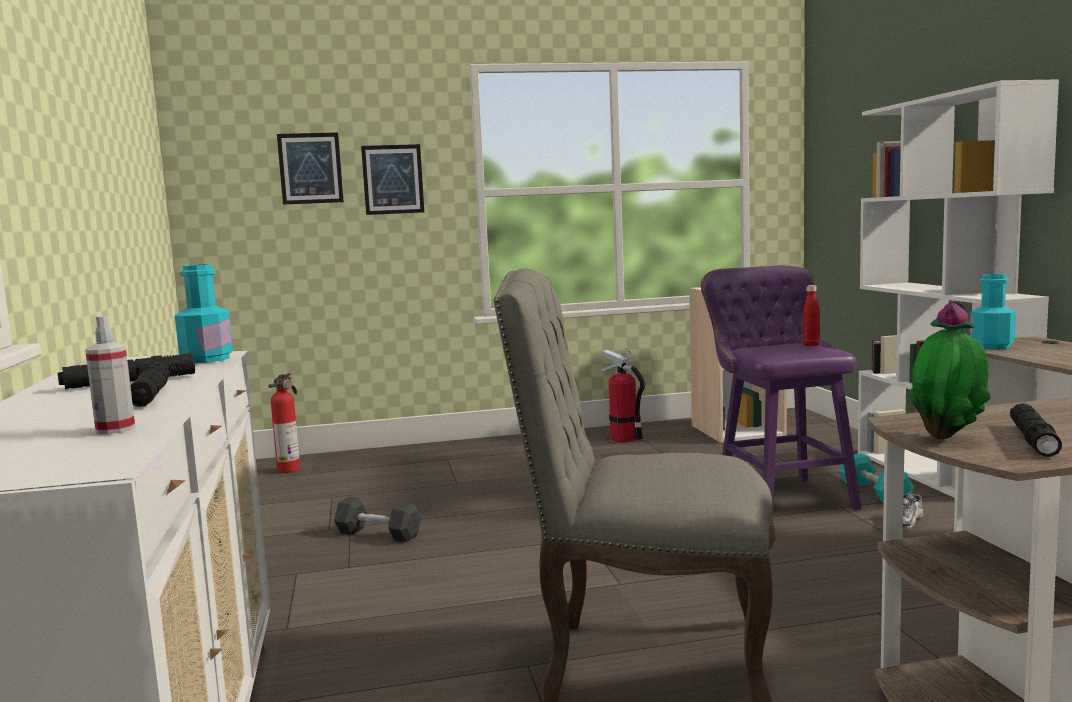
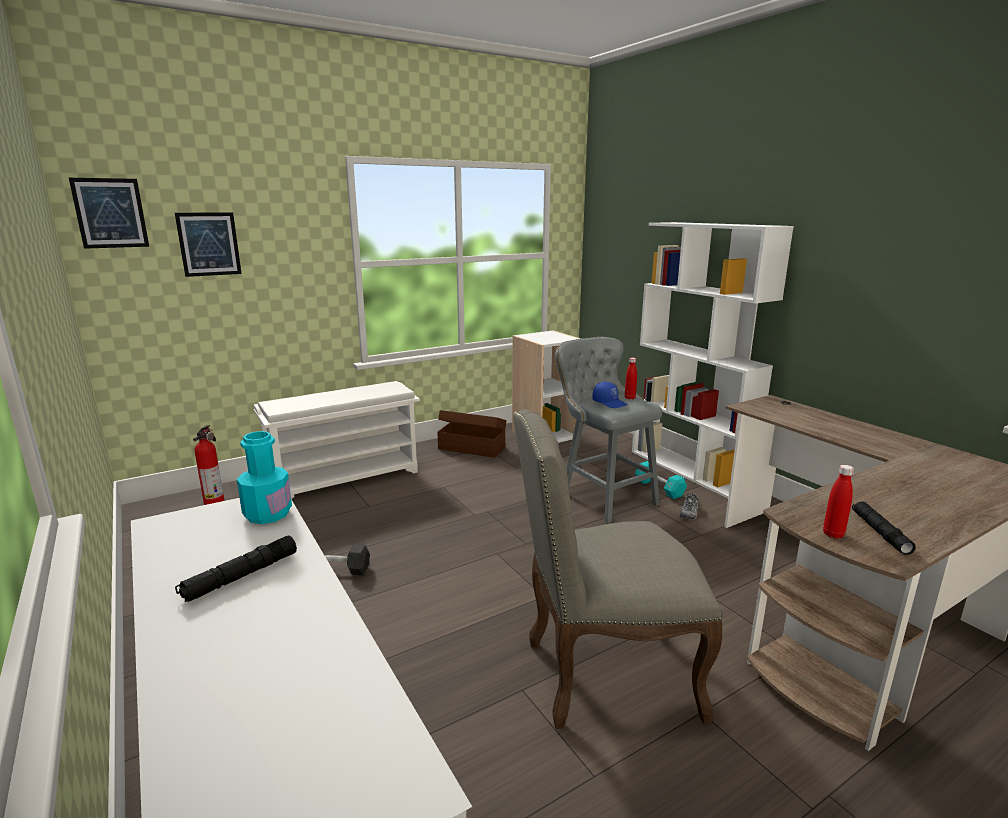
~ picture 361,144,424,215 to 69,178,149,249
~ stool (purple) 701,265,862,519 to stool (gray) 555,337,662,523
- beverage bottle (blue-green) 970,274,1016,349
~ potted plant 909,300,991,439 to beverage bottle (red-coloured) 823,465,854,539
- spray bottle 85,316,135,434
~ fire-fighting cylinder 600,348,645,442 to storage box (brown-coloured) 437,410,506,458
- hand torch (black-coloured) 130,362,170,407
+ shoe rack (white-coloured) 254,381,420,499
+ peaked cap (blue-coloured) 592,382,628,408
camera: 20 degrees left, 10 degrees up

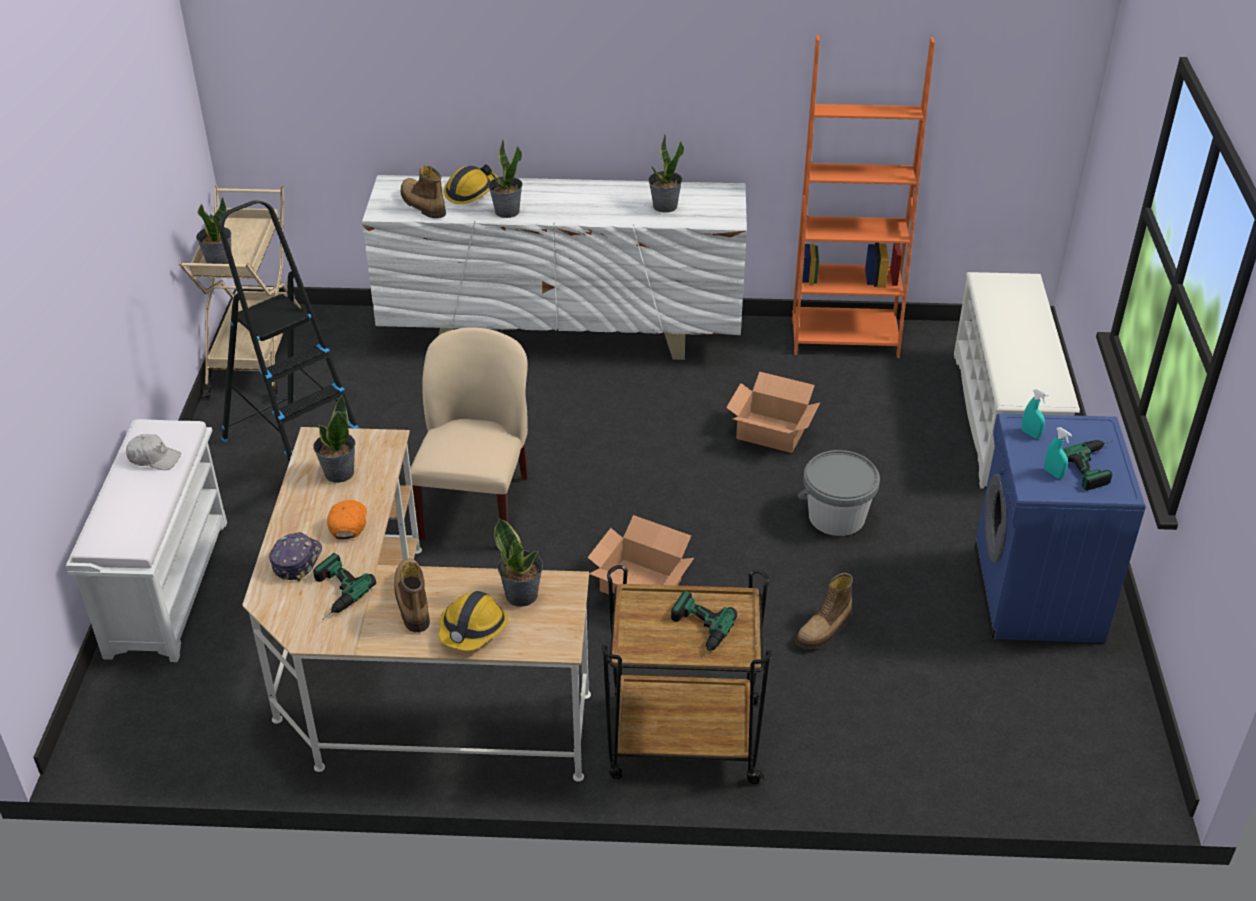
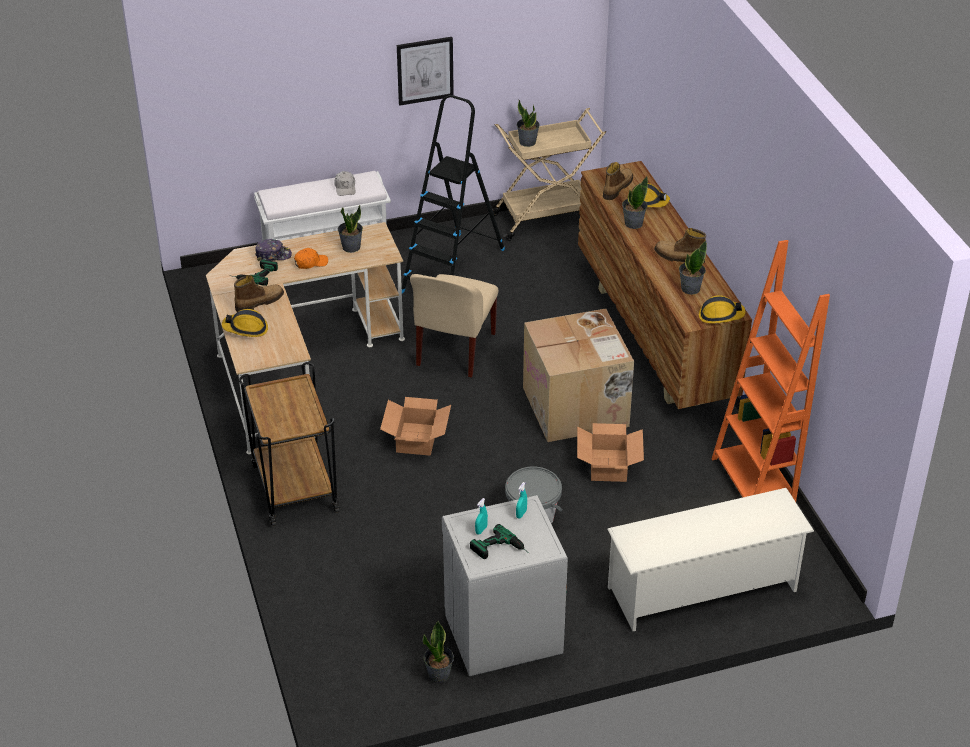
~ storage cabinet (white-coloured) 362,175,747,360 to storage cabinet (brown-coloured) 578,161,752,409
~ plain chair (beige) 410,327,528,540 = 410,274,498,378 120 degrees clockwise
~ laundry appliance (blue-coloured) 974,413,1146,643 to laundry appliance (white-coloured) 442,495,568,676
~ potted plant 494,518,543,607 to 423,621,454,683
~ high-top boot 795,573,853,649 to 654,228,706,264
- power drill 671,591,737,658
+ picture 397,37,454,106
+ work helmet 699,295,746,323
+ cardboard box 523,309,634,442
camera: 70 degrees right, 0 degrees up

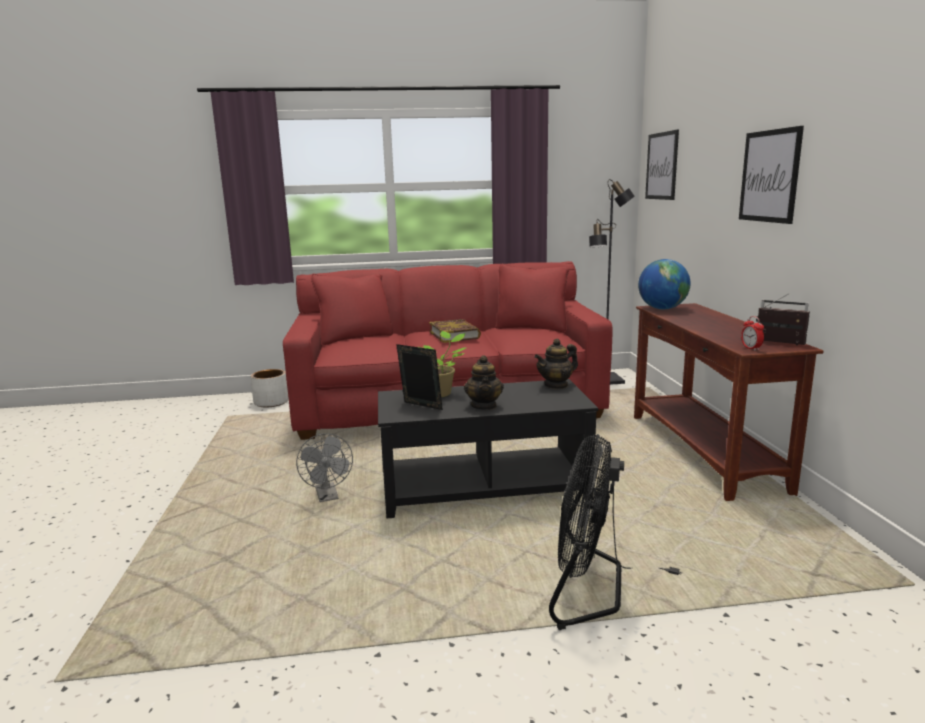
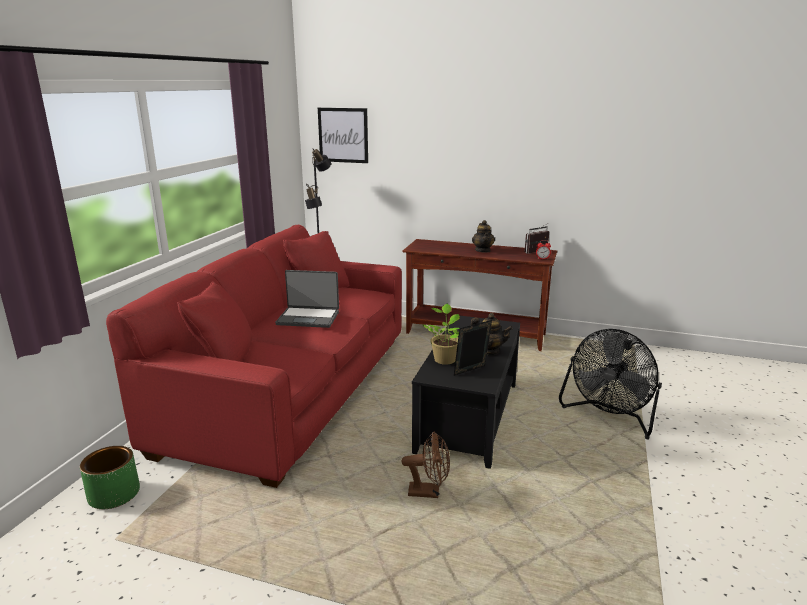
- picture 739,126,804,224
- world globe 638,259,691,309
~ volume 429,319,481,343 to notebook computer 275,270,339,328
~ pot for tea 535,339,578,389 to 472,220,495,253
~ planter (white-coloured) 250,369,289,407 to planter (green) 80,446,140,509
~ fan (gray) 296,433,353,502 to fan (brown-coloured) 402,432,450,498
camera: 65 degrees left, 5 degrees up

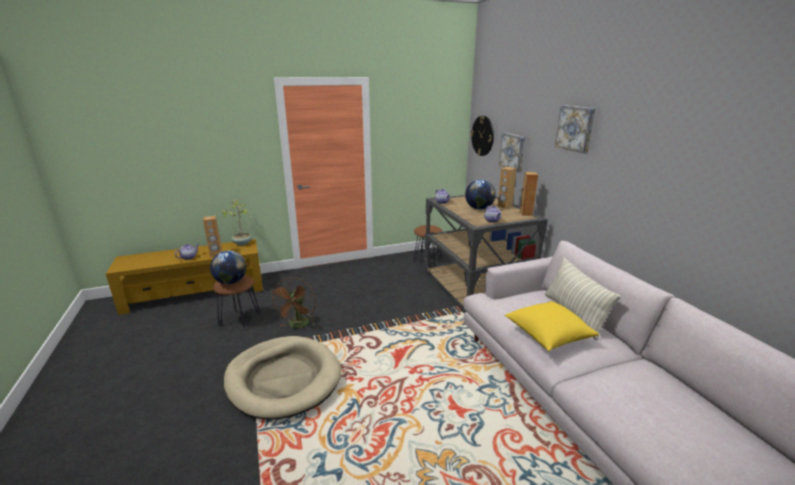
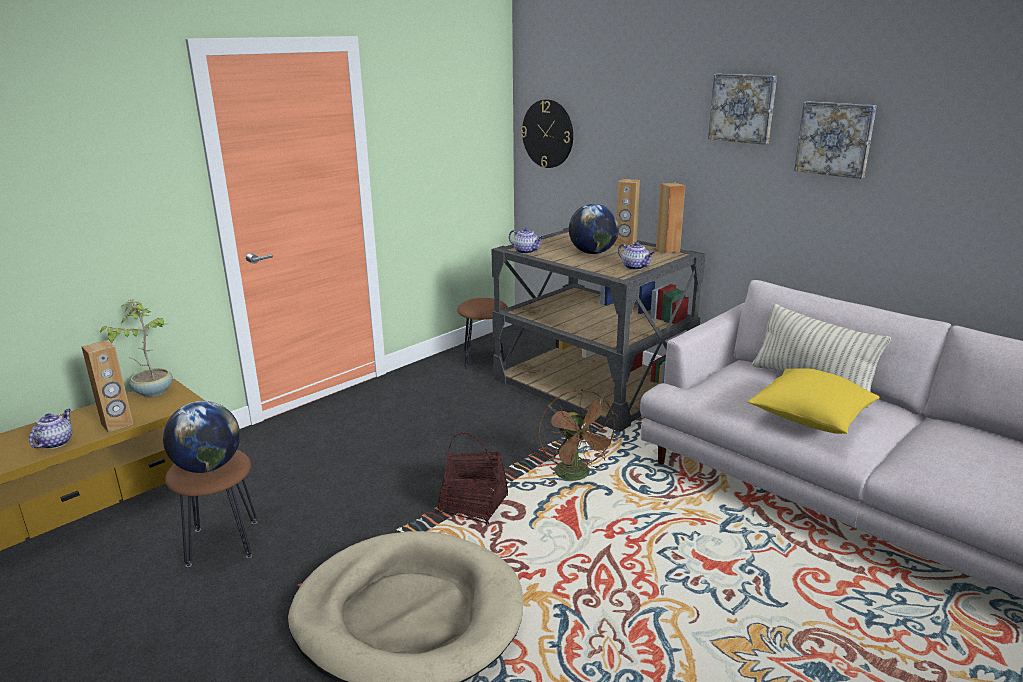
~ picture 499,133,525,172 to 794,101,877,179
~ fan (brown-coloured) 270,277,316,328 to 538,389,618,484
+ household basket 437,432,508,525
camera: 25 degrees left, 0 degrees up

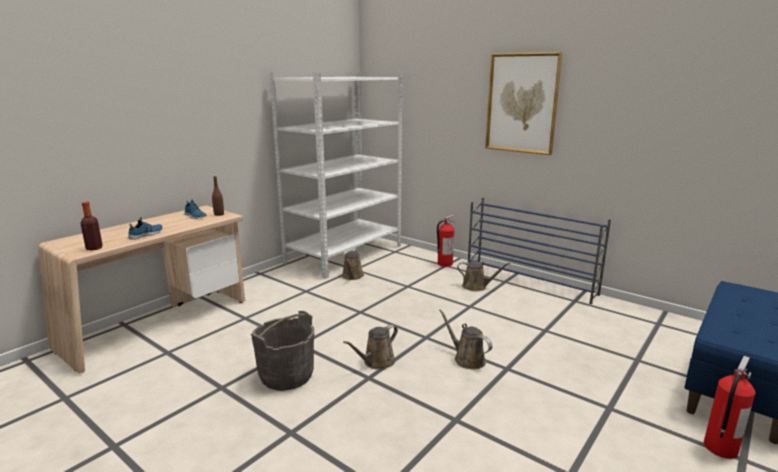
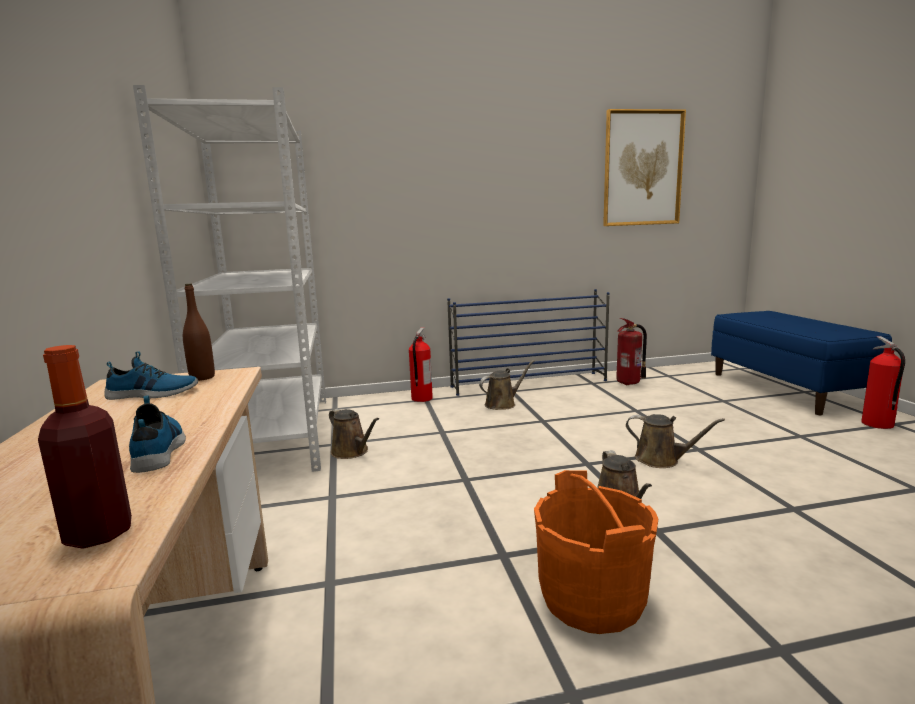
~ picture 485,52,563,155 to 603,109,686,226
~ watering can (brown-coloured) 439,309,492,369 = 626,414,725,468 150 degrees counterclockwise
~ water bucket (gray) 251,311,314,391 to water bucket (orange-coloured) 534,470,658,634
+ fire-fighting cylinder 616,318,647,385
camera: 50 degrees left, 5 degrees down

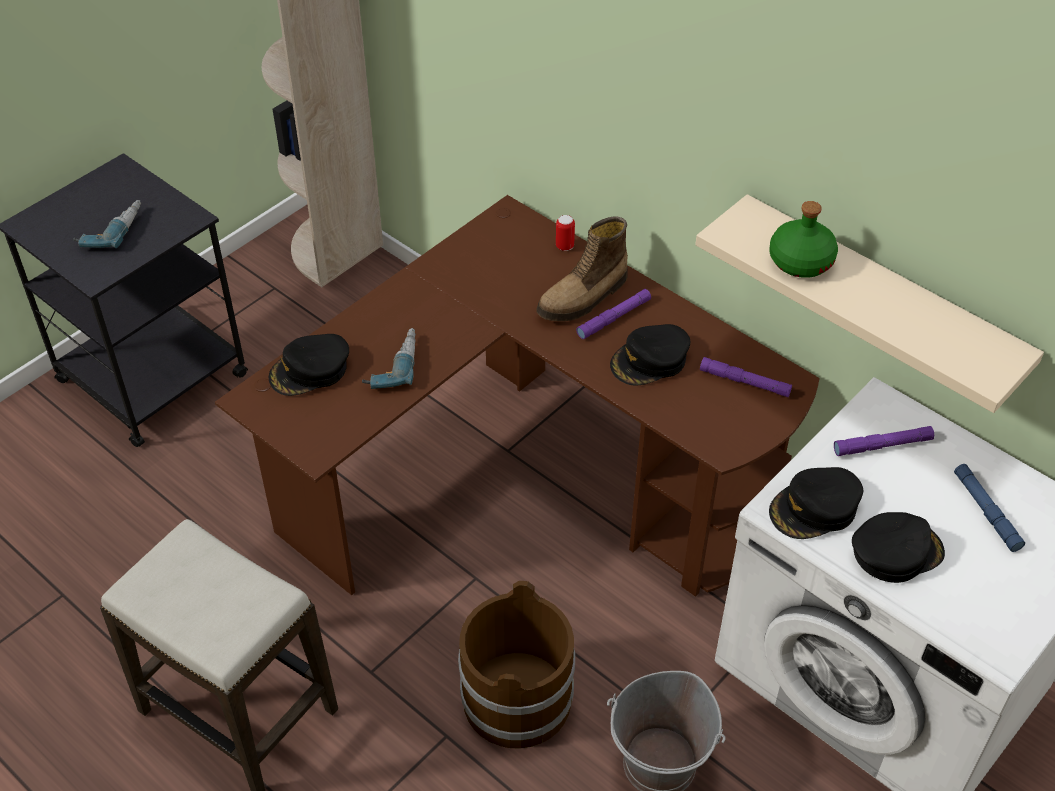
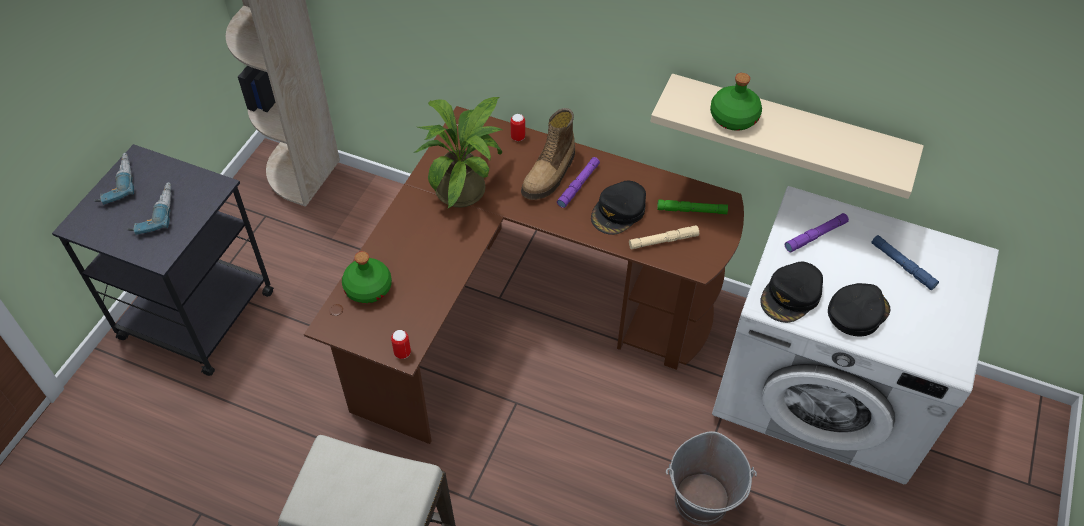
~ power drill 362,328,415,389 to 94,153,134,205
~ peaked cap (black-coloured) 269,334,349,396 to beverage bottle (green) 342,251,392,303
~ hand torch (purple) 700,357,792,397 to hand torch (green) 657,199,728,214
- water bucket (brown-coloured) 458,581,575,748
+ potted plant 414,97,502,209
+ hand torch (beige) 629,225,699,250
+ sealed can 391,330,411,359
camera: 20 degrees left, 5 degrees up

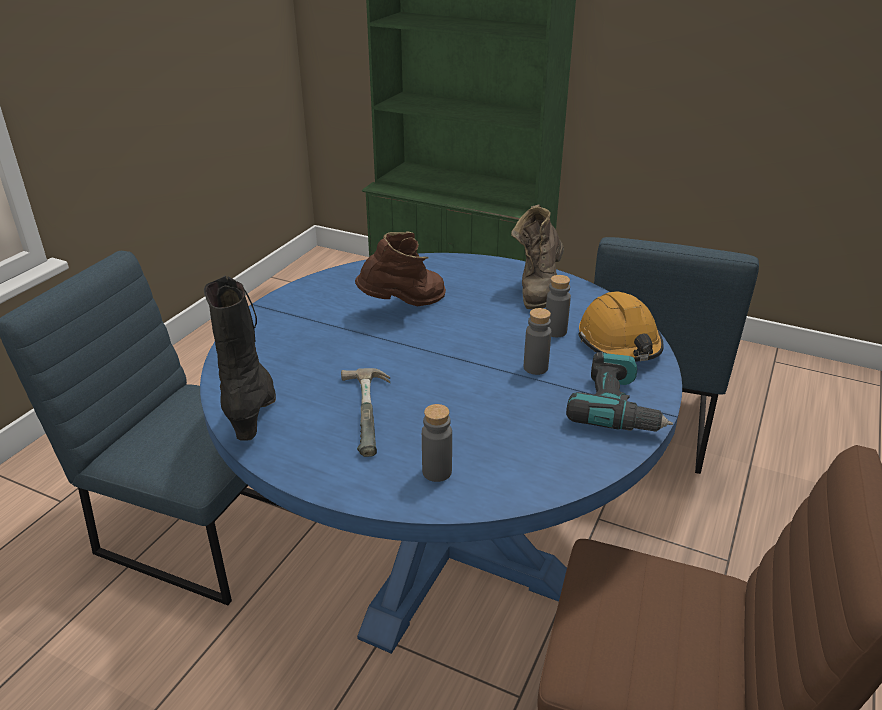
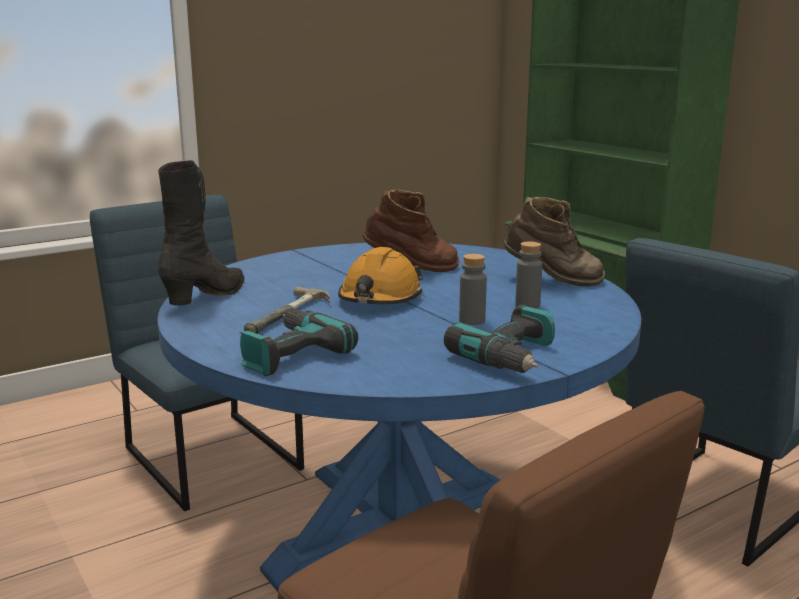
~ high-top boot (brown-coloured) 511,204,564,310 = 503,197,605,287 120 degrees counterclockwise
~ work helmet (orange-coloured) 578,292,663,361 to 338,247,423,304
~ beverage bottle (gray) 422,404,452,482 to power drill 239,308,358,376
camera: 30 degrees right, 15 degrees down

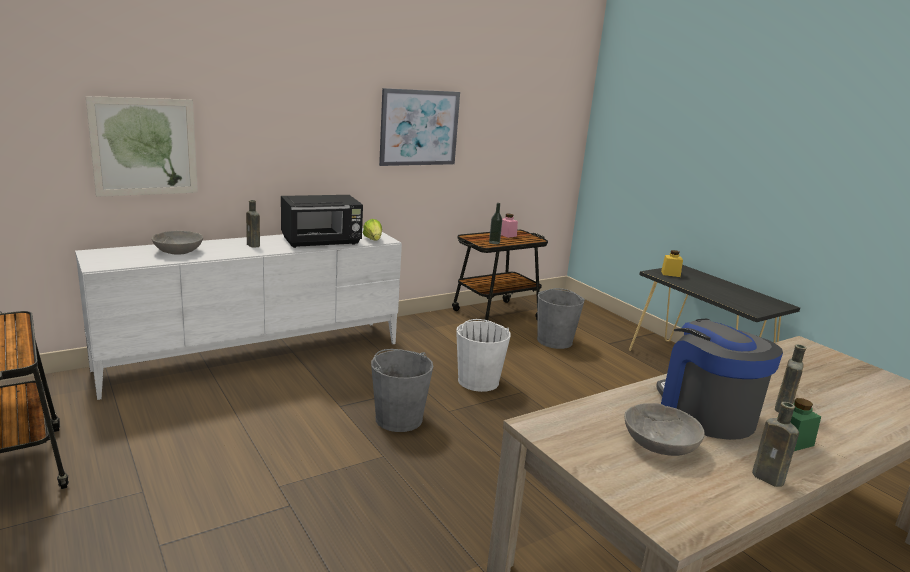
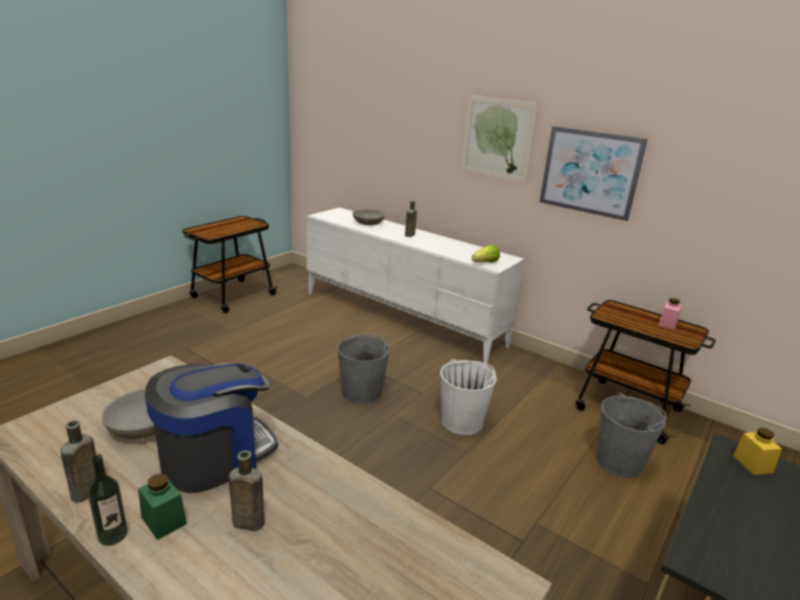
~ picture 86,96,198,197 to 461,95,539,183
- microwave (black-coloured) 281,195,363,248
~ beverage bottle 489,203,502,244 to 88,454,128,546
camera: 70 degrees right, 5 degrees up

